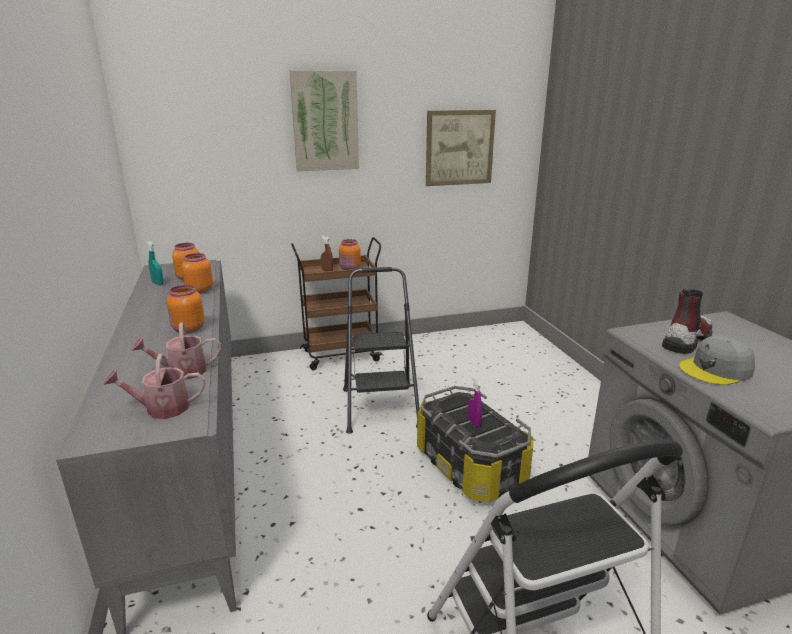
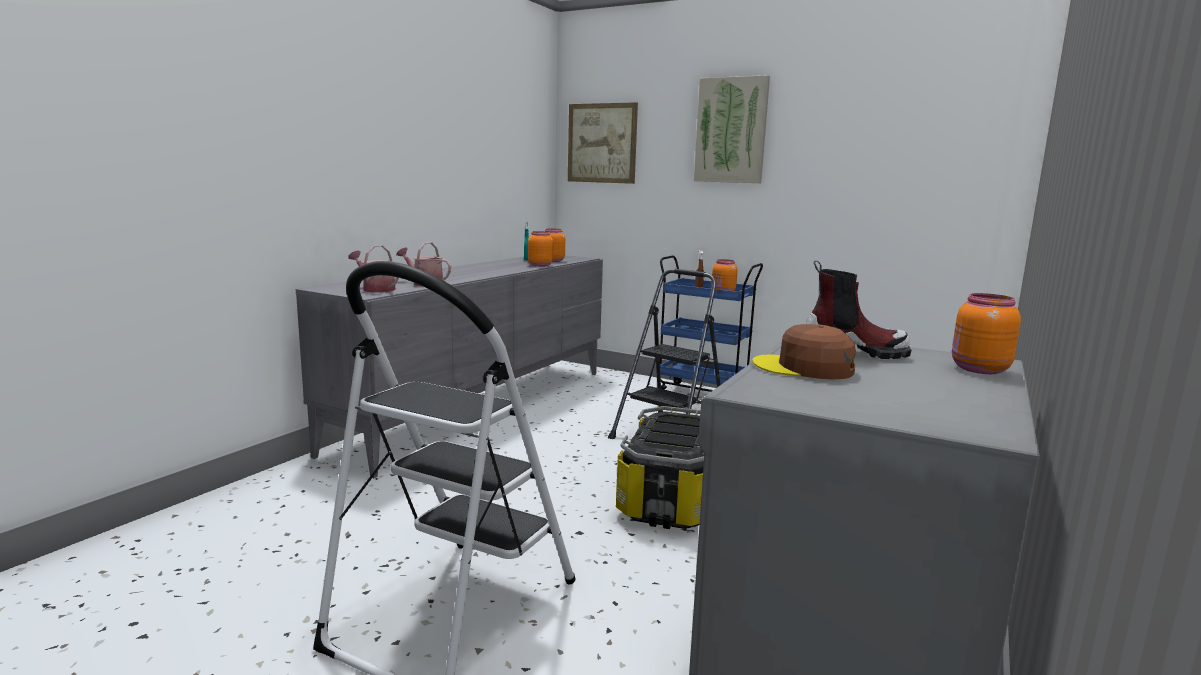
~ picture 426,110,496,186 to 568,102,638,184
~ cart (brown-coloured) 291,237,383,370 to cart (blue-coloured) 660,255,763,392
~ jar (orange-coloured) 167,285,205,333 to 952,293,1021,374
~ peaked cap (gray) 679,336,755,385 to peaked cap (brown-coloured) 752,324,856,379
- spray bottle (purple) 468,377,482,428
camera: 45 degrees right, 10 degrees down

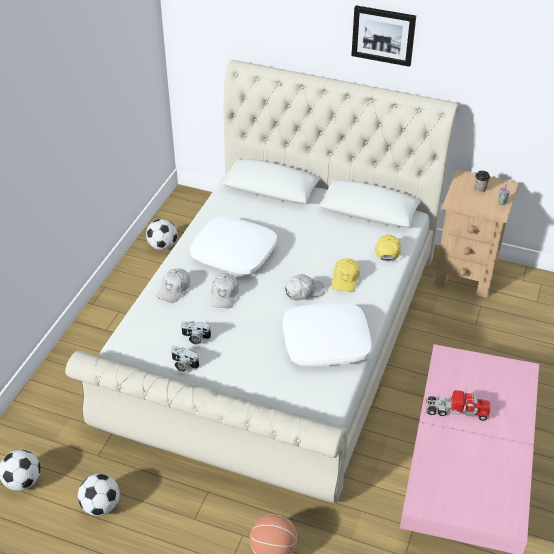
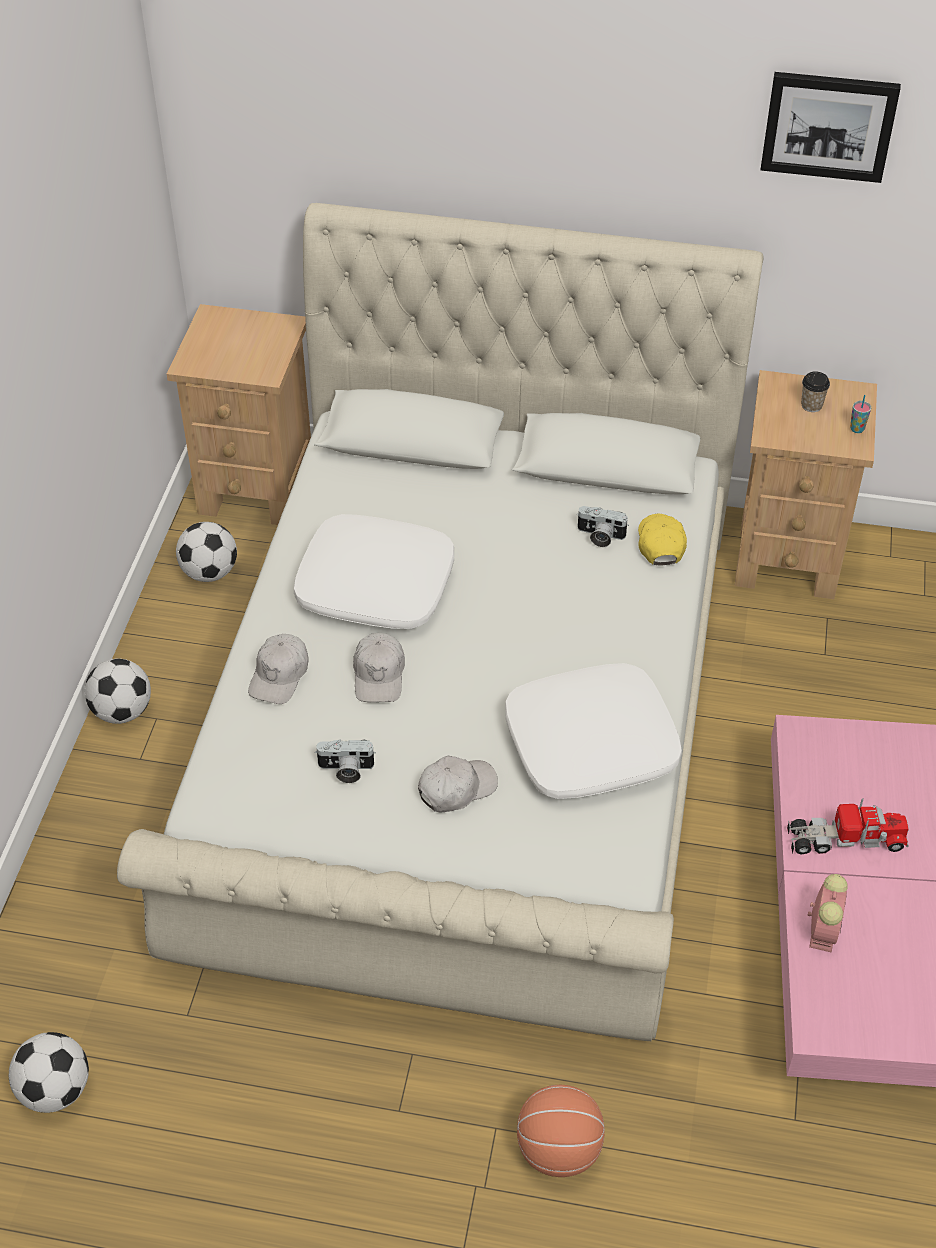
~ picture 351,5,416,67 to 760,72,901,183
- peaked cap (yellowish) 332,258,360,292
~ peaked cap (white-coloured) 285,274,325,300 to 418,756,498,812
~ photo camera 171,345,199,372 to 577,506,629,547
~ football 78,474,120,516 to 85,659,151,724
+ nightstand (beige) 167,304,311,525
+ bedside clock 808,874,848,953
camera: 10 degrees left, 5 degrees up

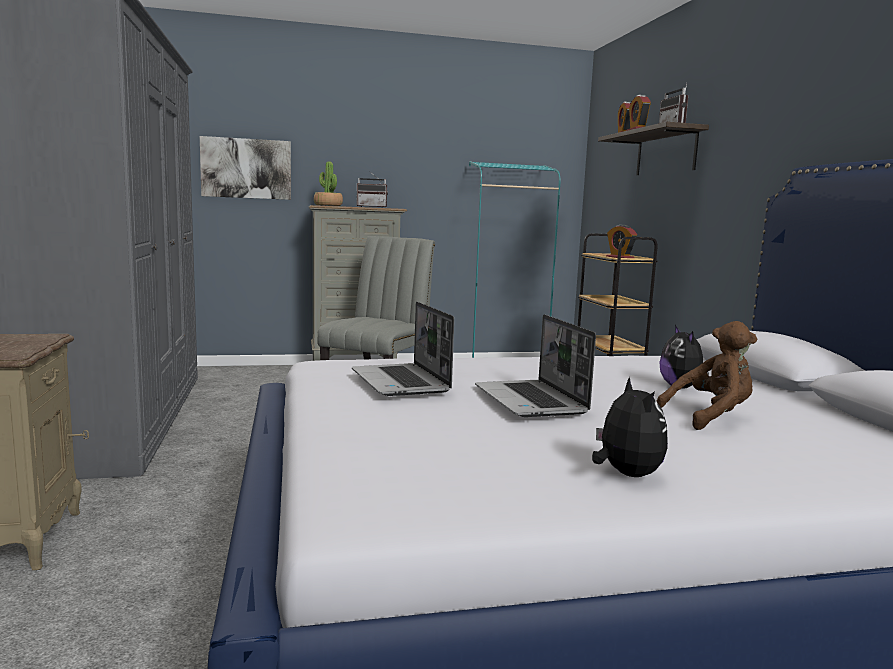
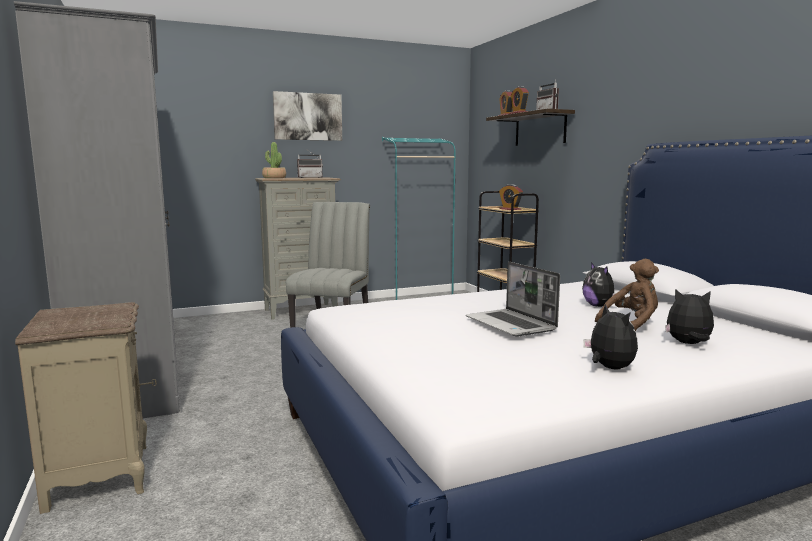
~ picture 200,136,291,200 to 273,91,342,141
- notebook computer 352,302,454,396
+ cuddly toy 665,289,714,344
camera: 10 degrees left, 0 degrees up

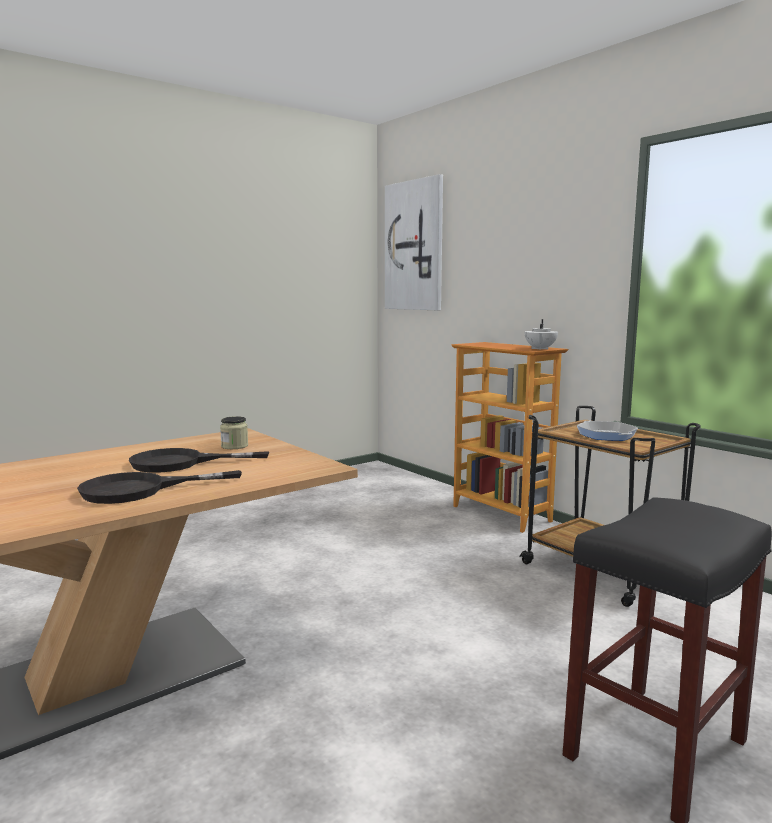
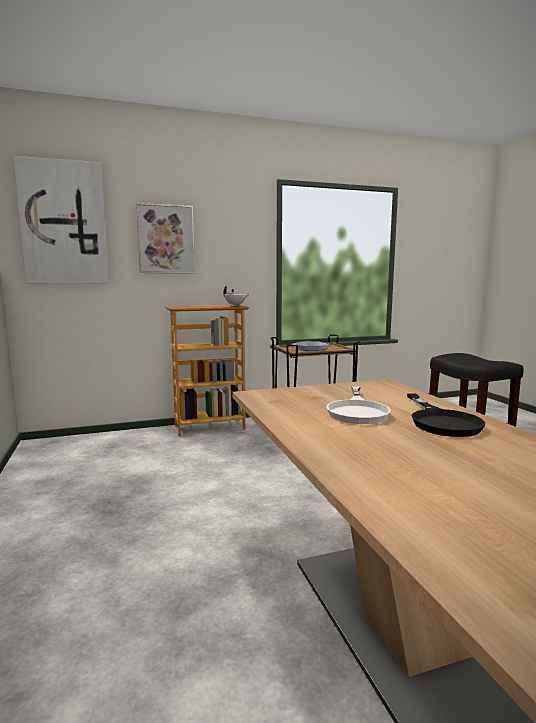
- jar 220,416,248,449
~ pan (black-coloured) 129,448,269,472 to pan (white-coloured) 326,386,391,424
+ picture 136,203,195,273
camera: 70 degrees left, 0 degrees up

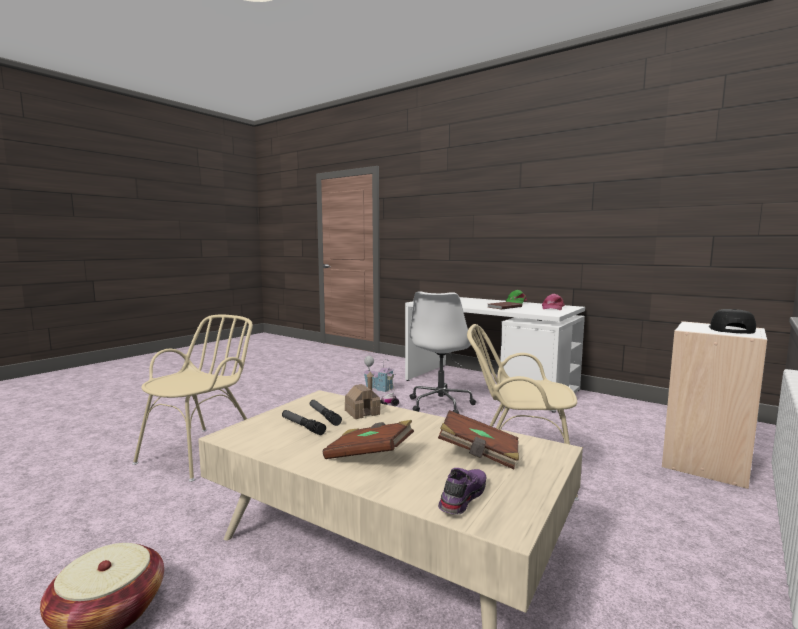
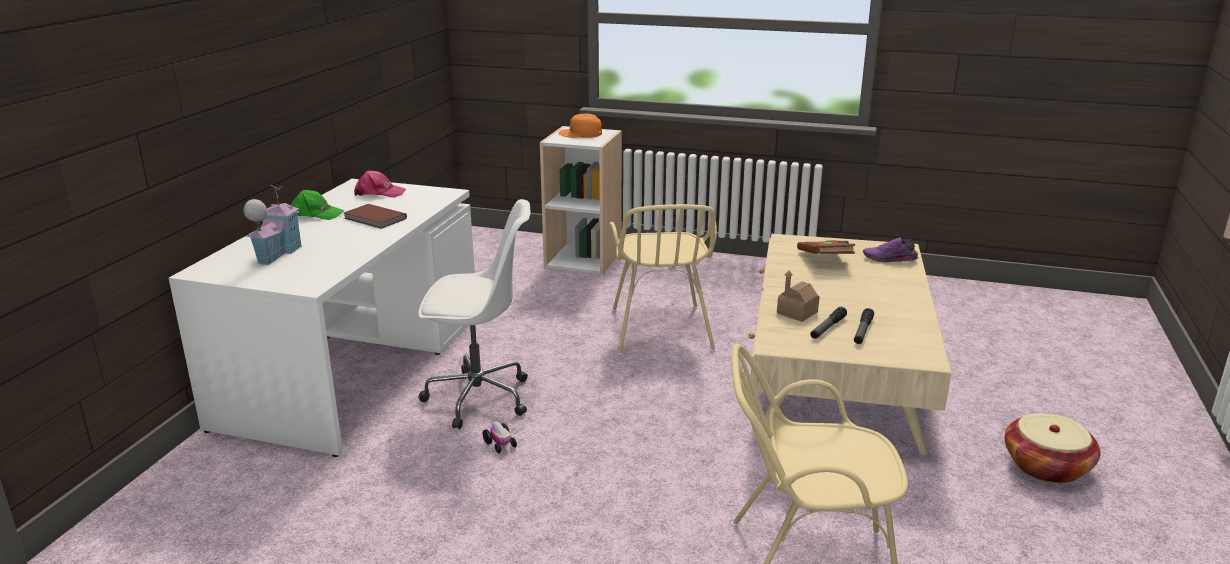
~ peaked cap (black-coloured) 708,309,756,334 to peaked cap (orange-coloured) 558,113,602,138
~ miniature house 363,356,395,392 to 243,185,302,265
- volume (brown-coloured) 323,420,414,459
camera: 110 degrees left, 15 degrees up

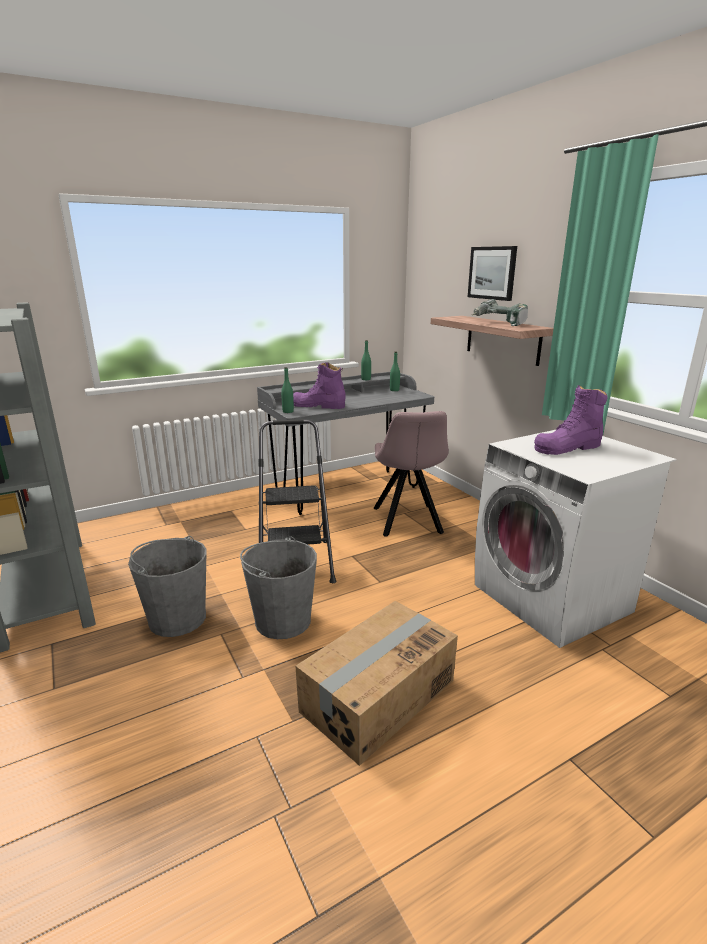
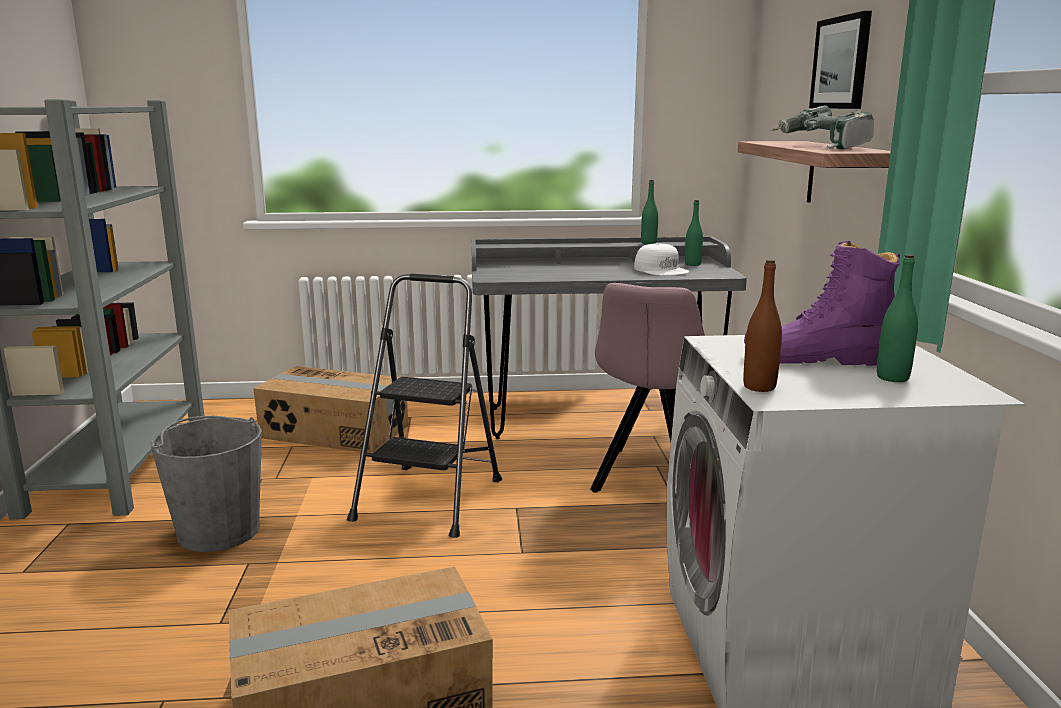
- high-top boot (purple) 293,362,346,409
~ beverage bottle (green) 281,367,294,413 to 877,254,918,382
- water bucket (gray) 240,537,317,639
+ peaked cap (white-coloured) 634,243,689,276
+ beverage bottle (brown-coloured) 743,260,782,392
+ cardboard box 253,366,408,453
camera: 25 degrees right, 5 degrees down

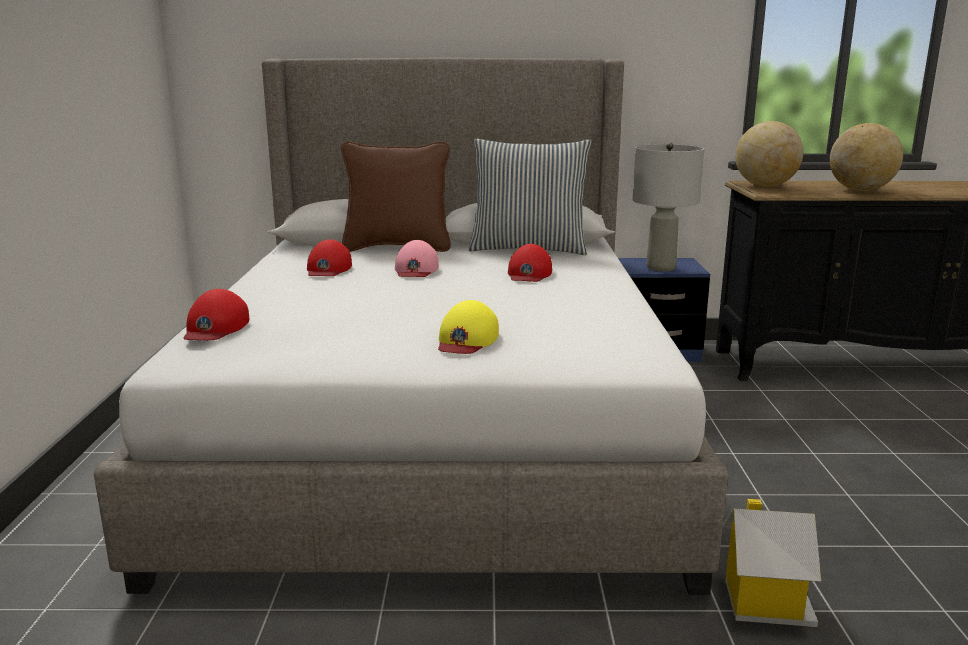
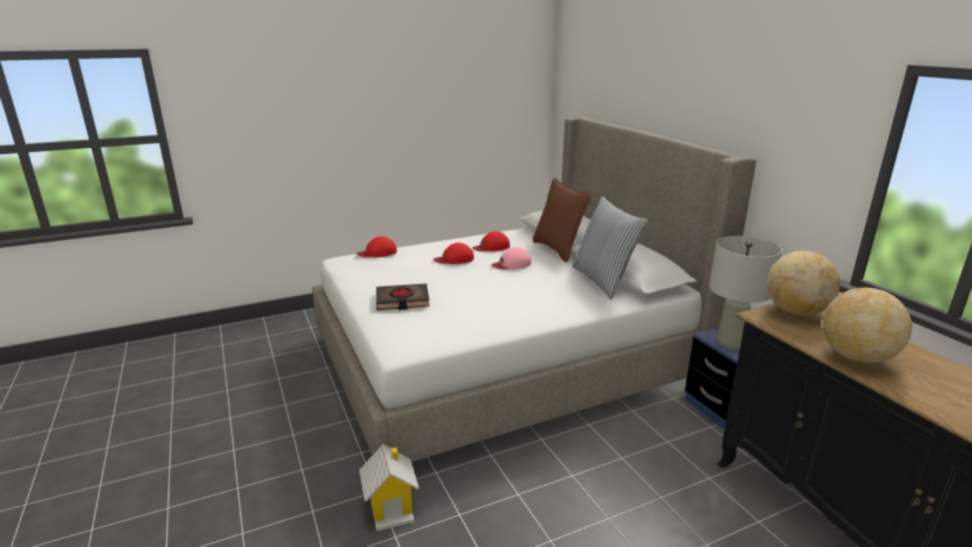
~ peaked cap (red-coloured) 508,244,552,282 to 433,243,474,264
~ peaked cap (yellowish) 438,300,499,354 to volume (black-coloured) 376,284,429,310
camera: 65 degrees right, 5 degrees up

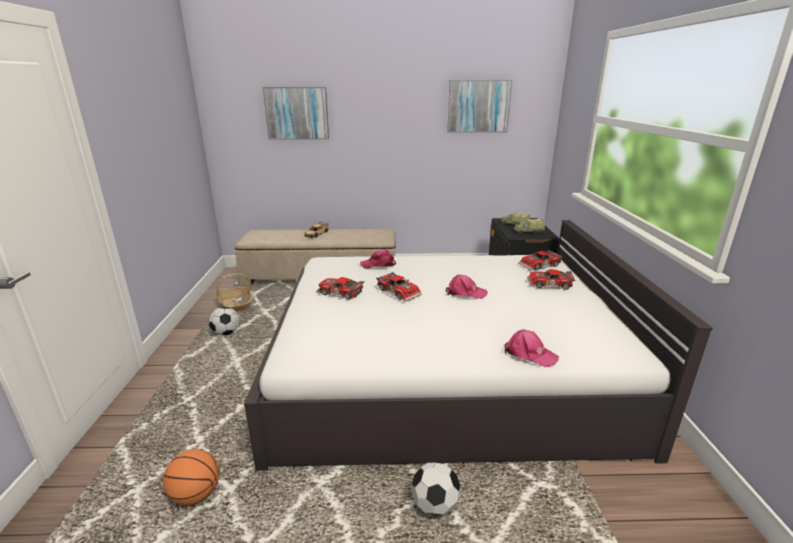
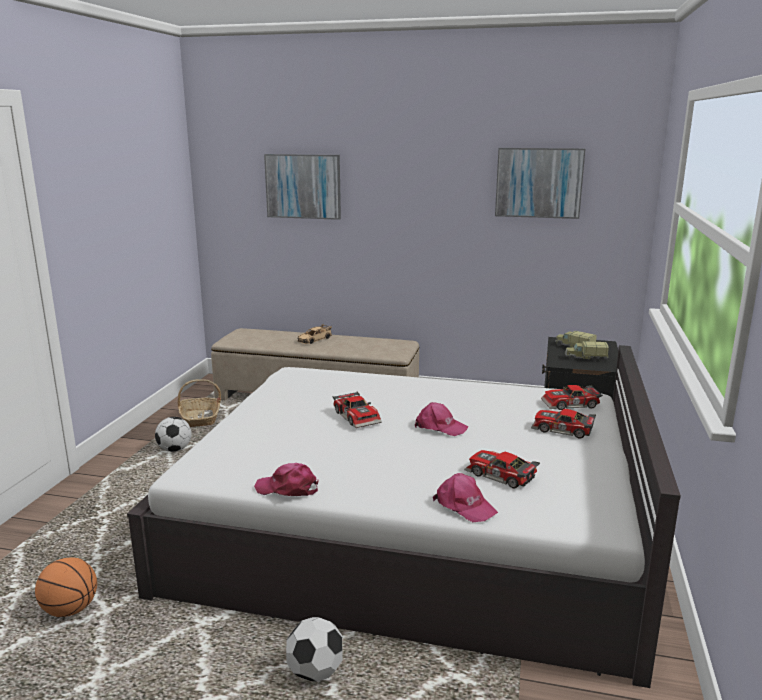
~ peaked cap (pink) 360,249,396,268 to 254,463,319,496
~ miniature car 316,277,365,300 to 464,450,540,488
camera: 15 degrees right, 5 degrees down

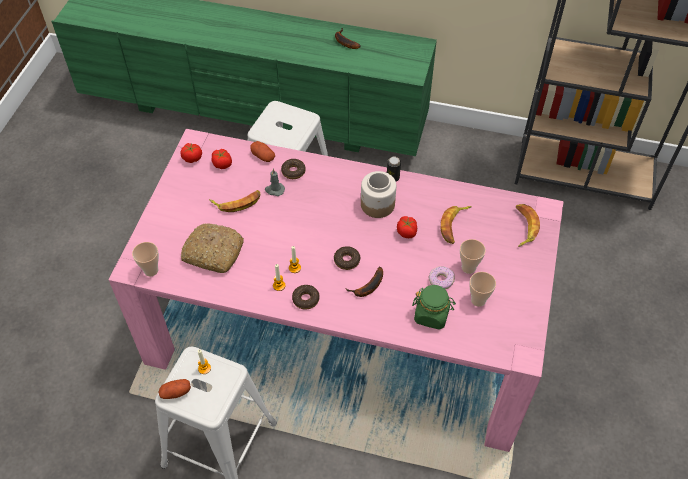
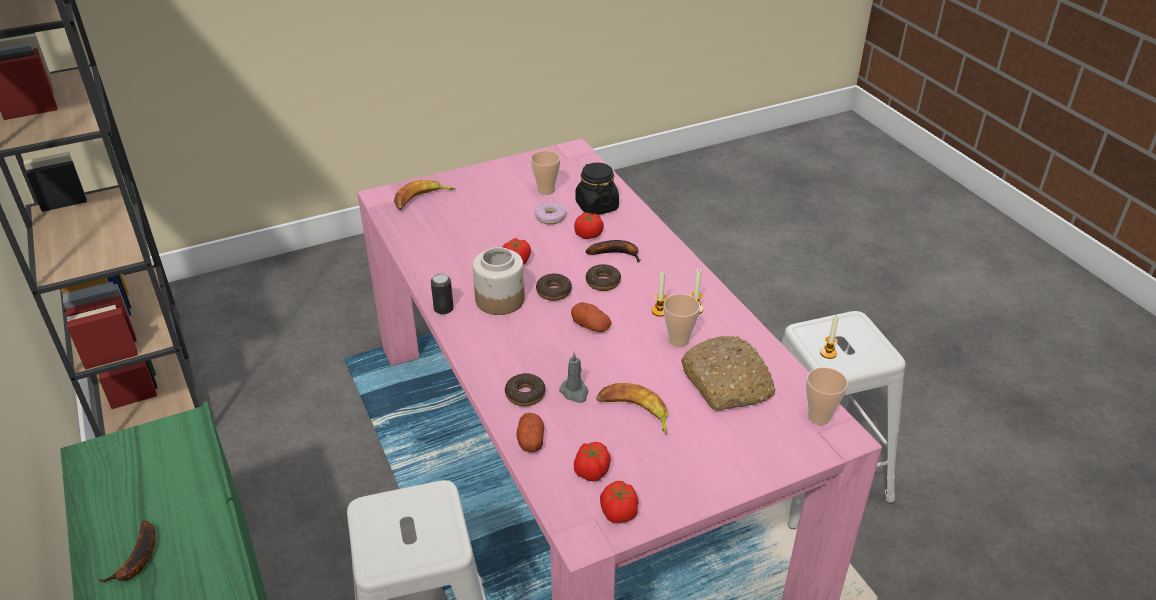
- banana 441,206,472,244
~ drinking cup 460,239,486,274 to 663,294,700,347
~ doughnut 292,285,320,310 to 536,274,572,301
~ jar (green) 412,285,456,330 to jar (black-coloured) 575,163,619,215
~ whole potato 158,379,191,399 to 571,302,612,332
+ tomato 574,212,604,239
camera: 130 degrees left, 15 degrees down

